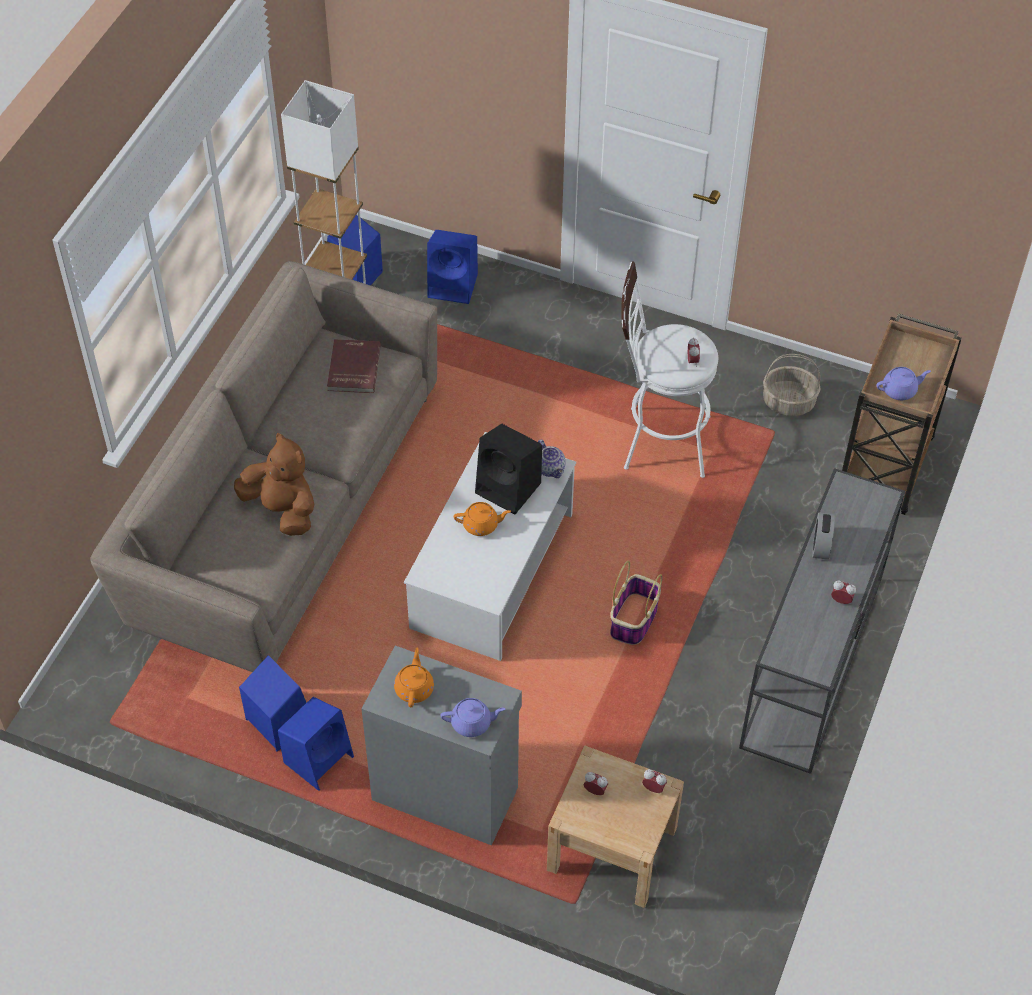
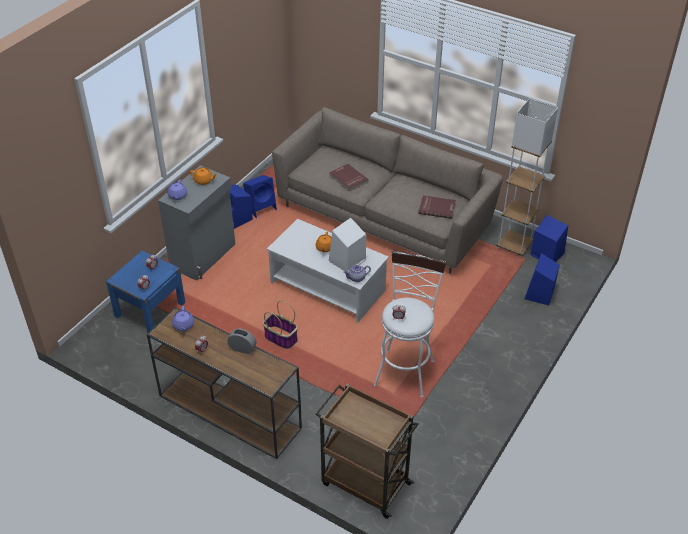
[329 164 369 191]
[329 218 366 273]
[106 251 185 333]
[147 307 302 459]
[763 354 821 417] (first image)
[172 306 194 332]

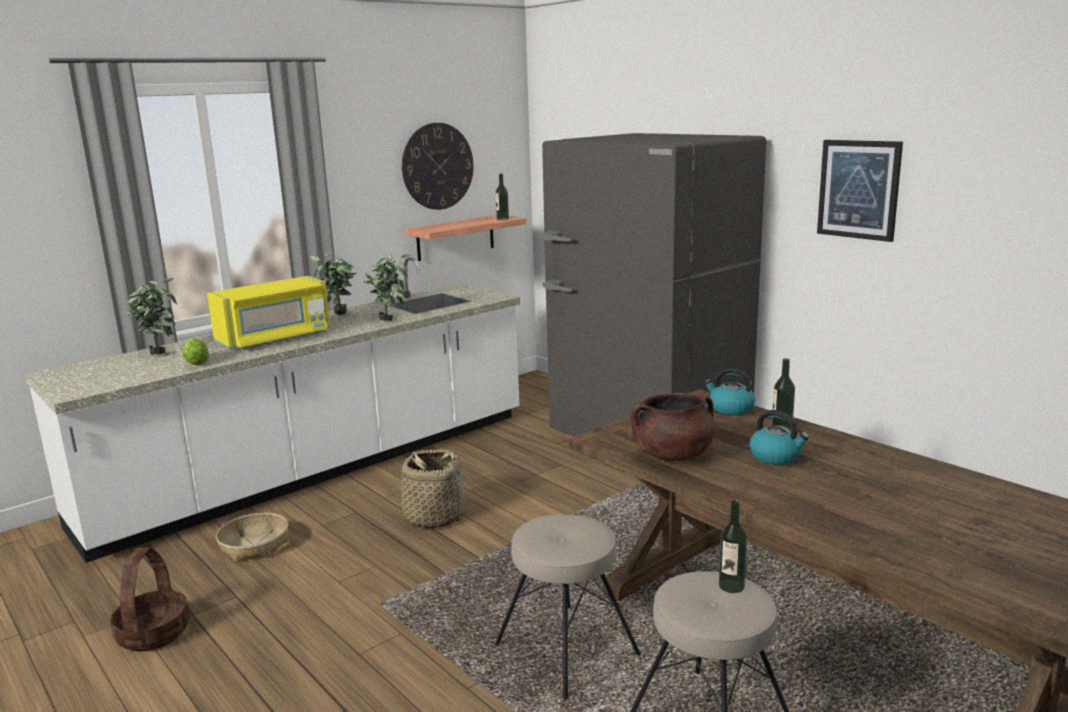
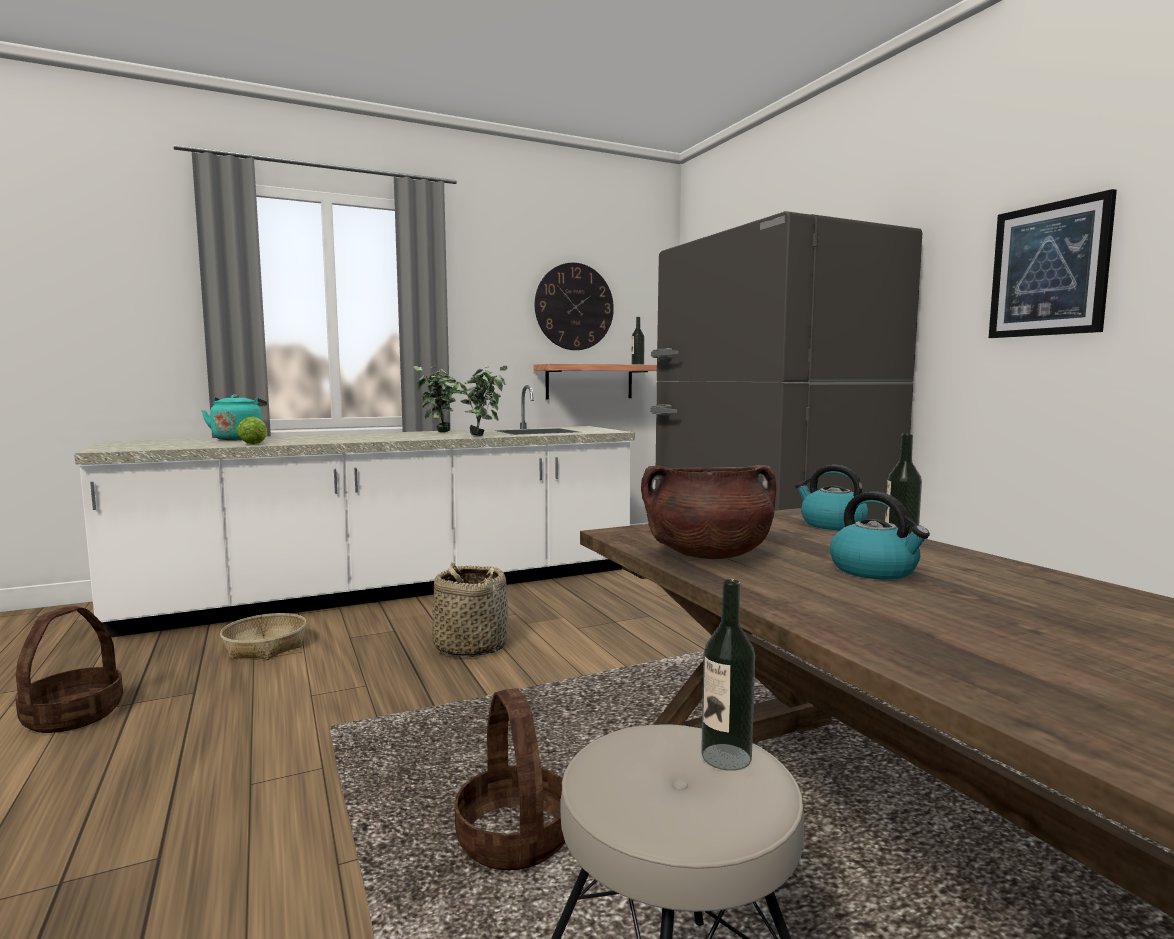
[201 394 267 440]
[207 276 330 349] (first image)
[455 688 565 870]

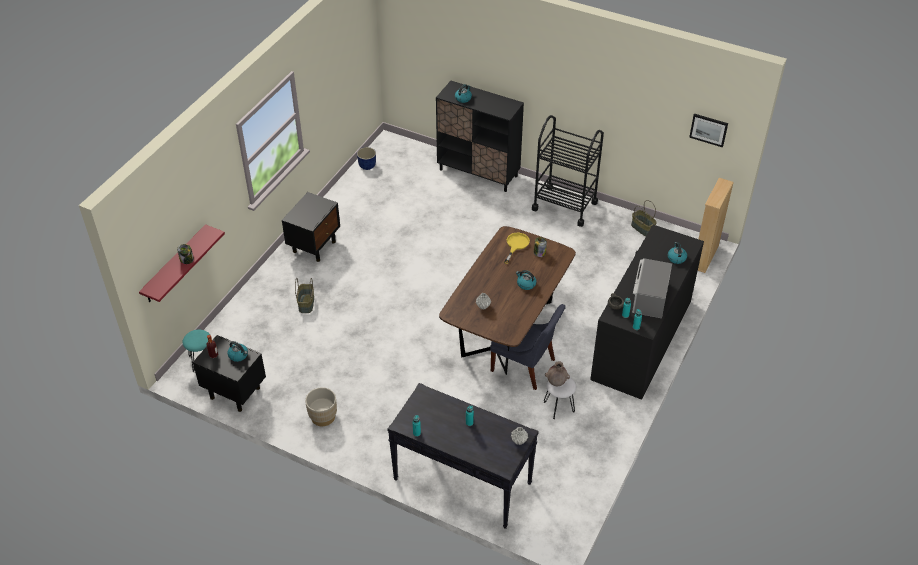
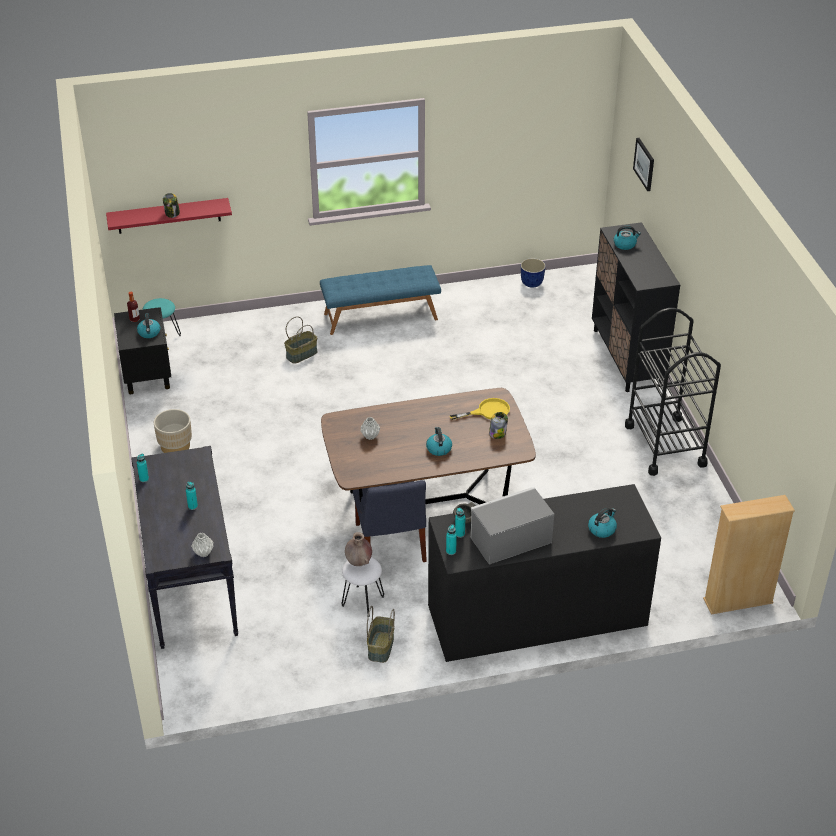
[320 265 441 335]
[367 606 395 663]
[633 138 654 191]

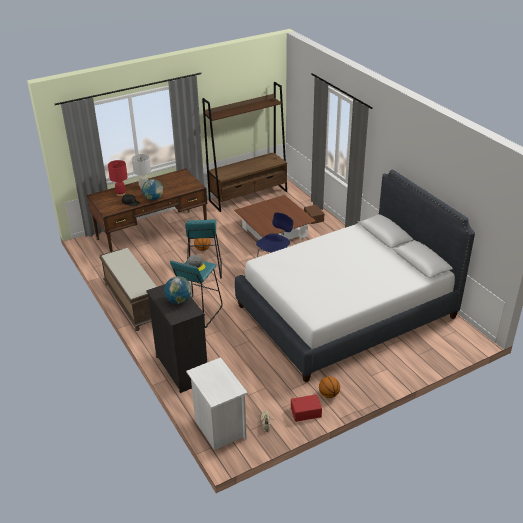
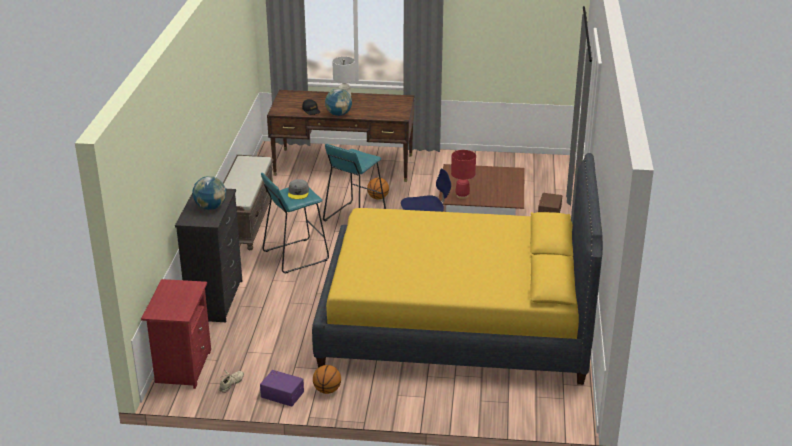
[451 150 476 199]
[141 279 211 389]
[202 82 287 212] (first image)
[312 153 603 385]
[260 370 304 407]

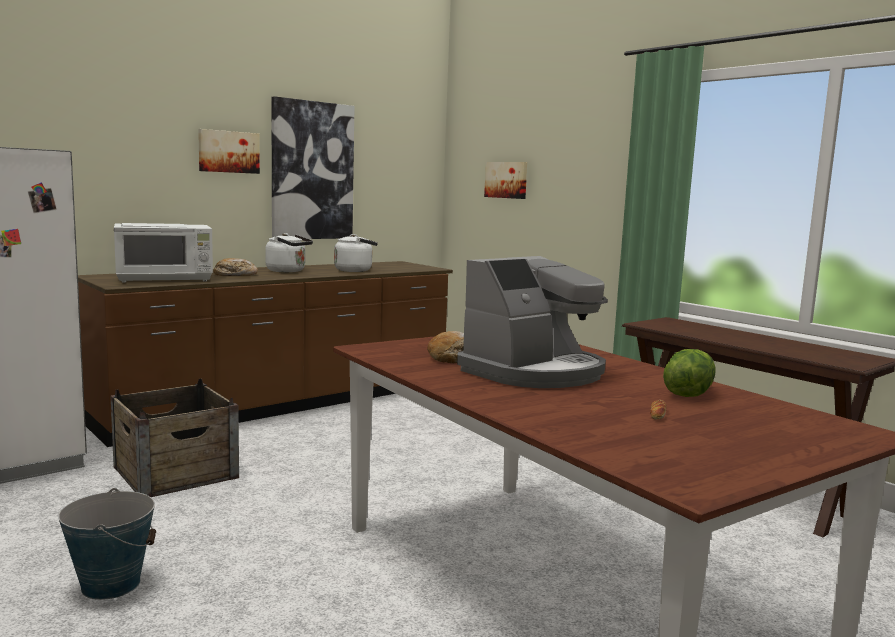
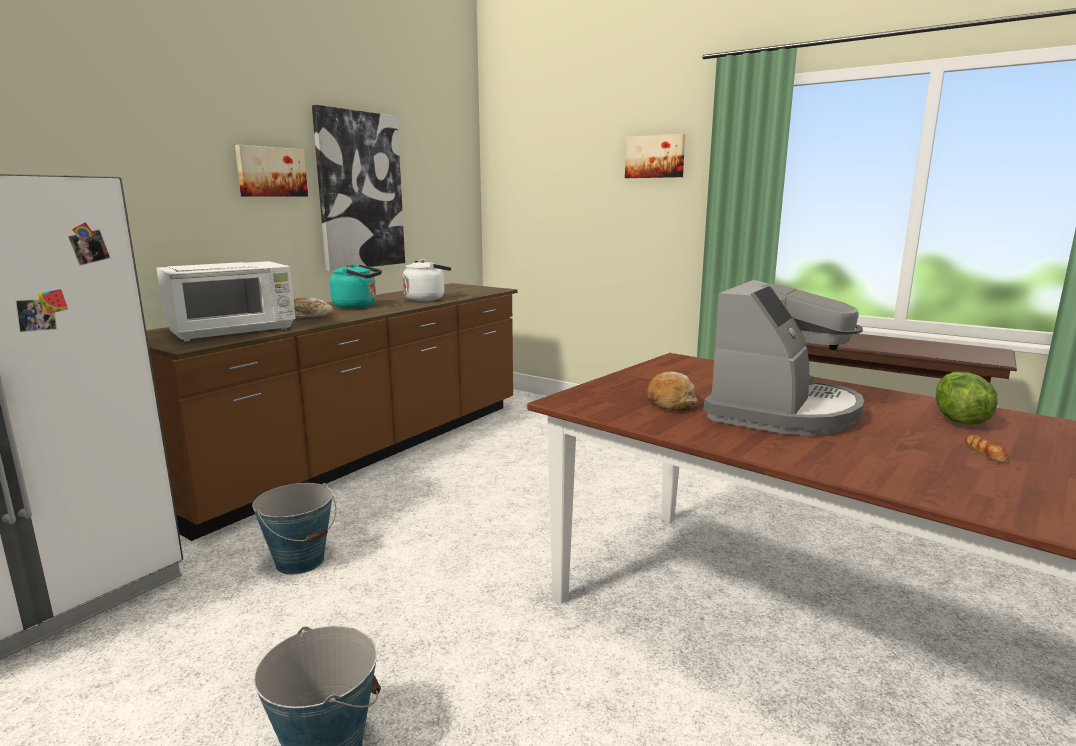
[252 483 336 575]
[330 264 382 309]
[625 134 685 178]

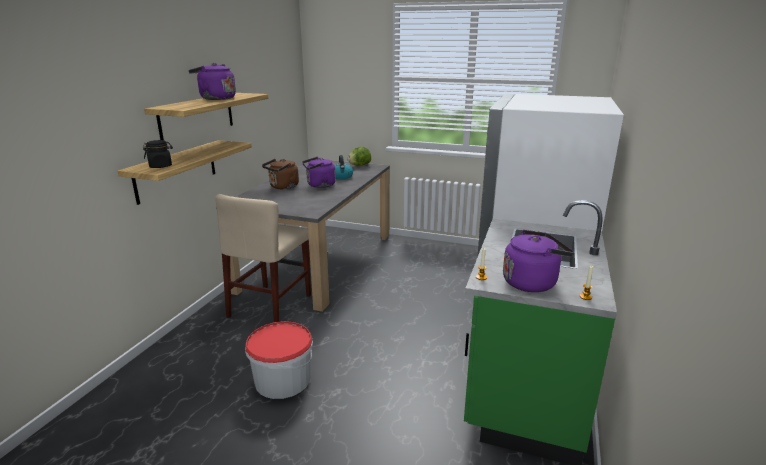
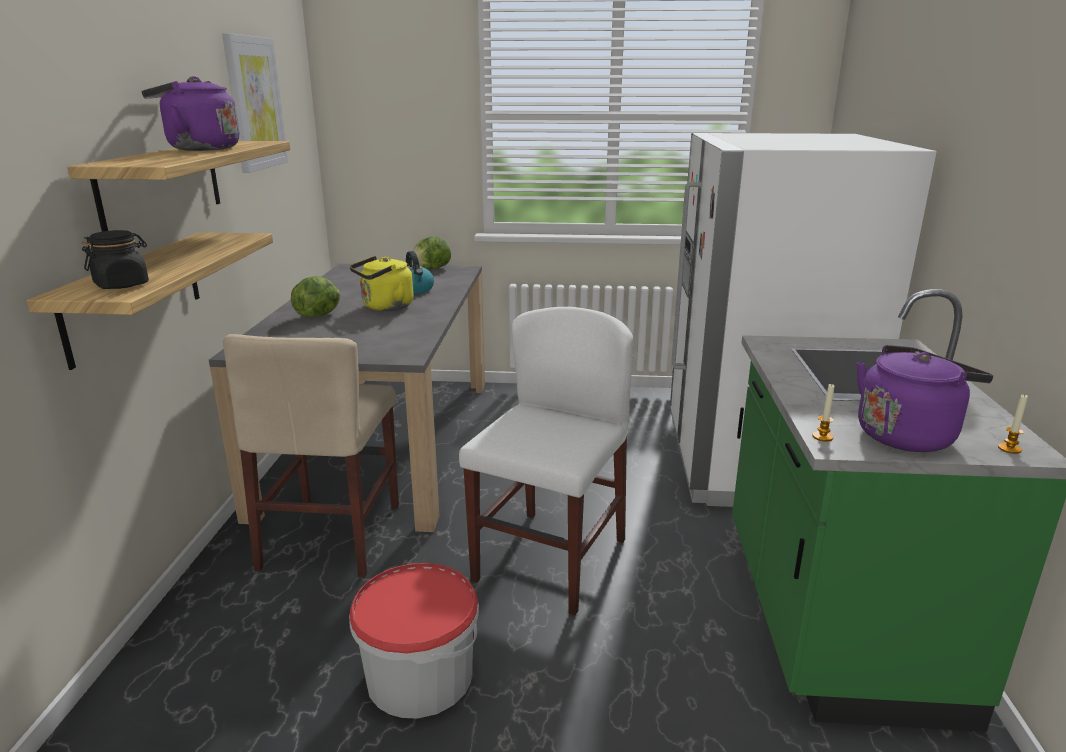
[291 277 340 317]
[350 256 414 311]
[222 33 288 173]
[459 307 633 615]

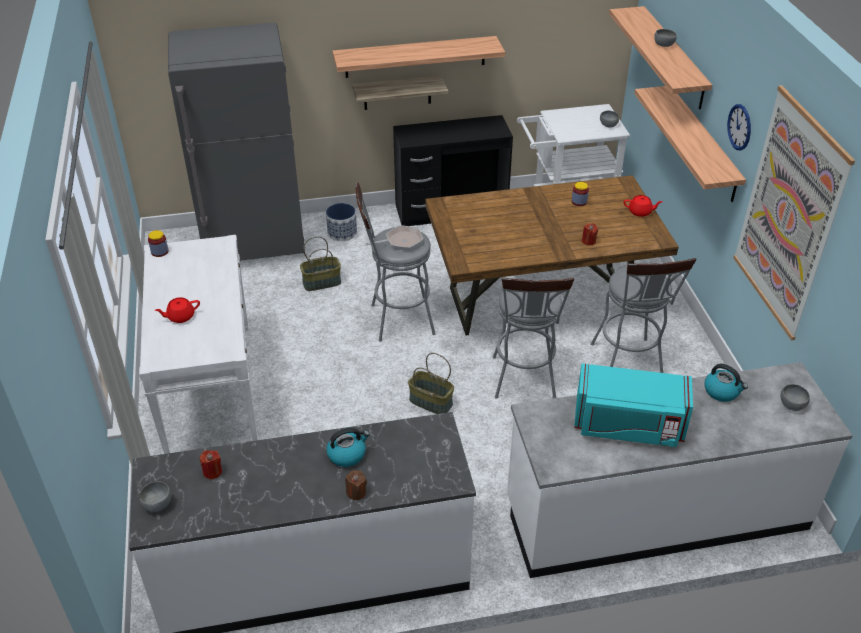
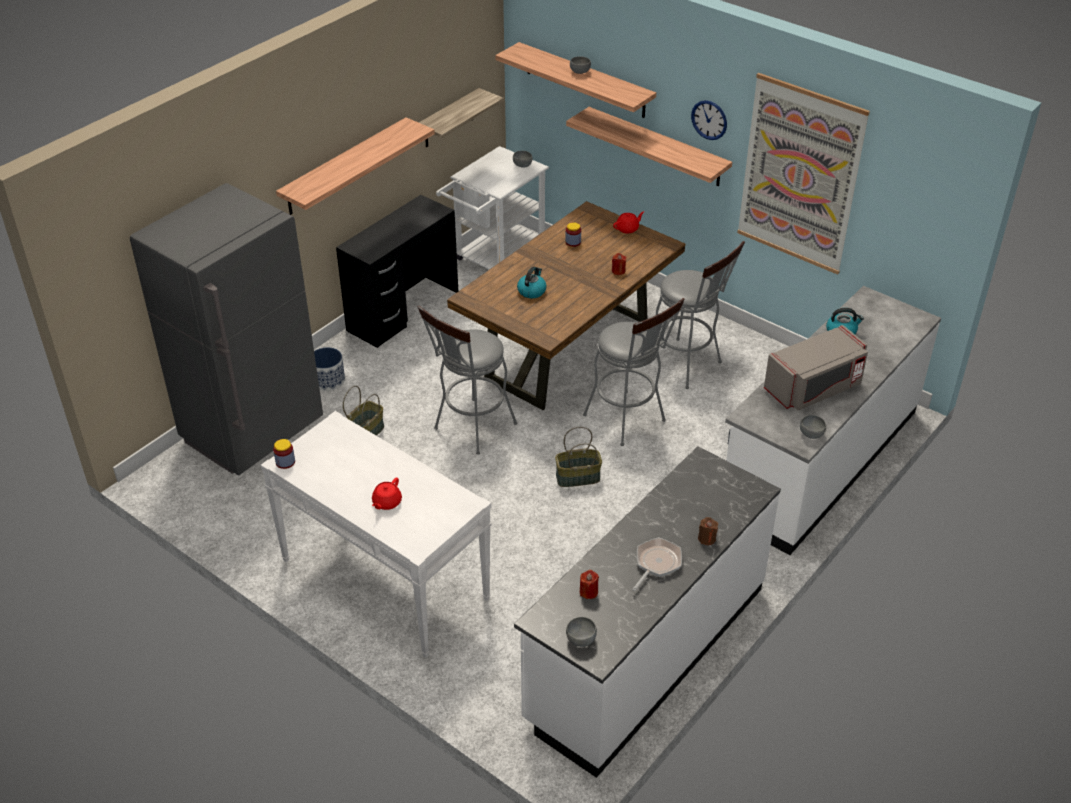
[517 266 547 298]
[419 88 504 147]
[632 537 682 591]
[764 325 868 410]
[800 415 826 439]

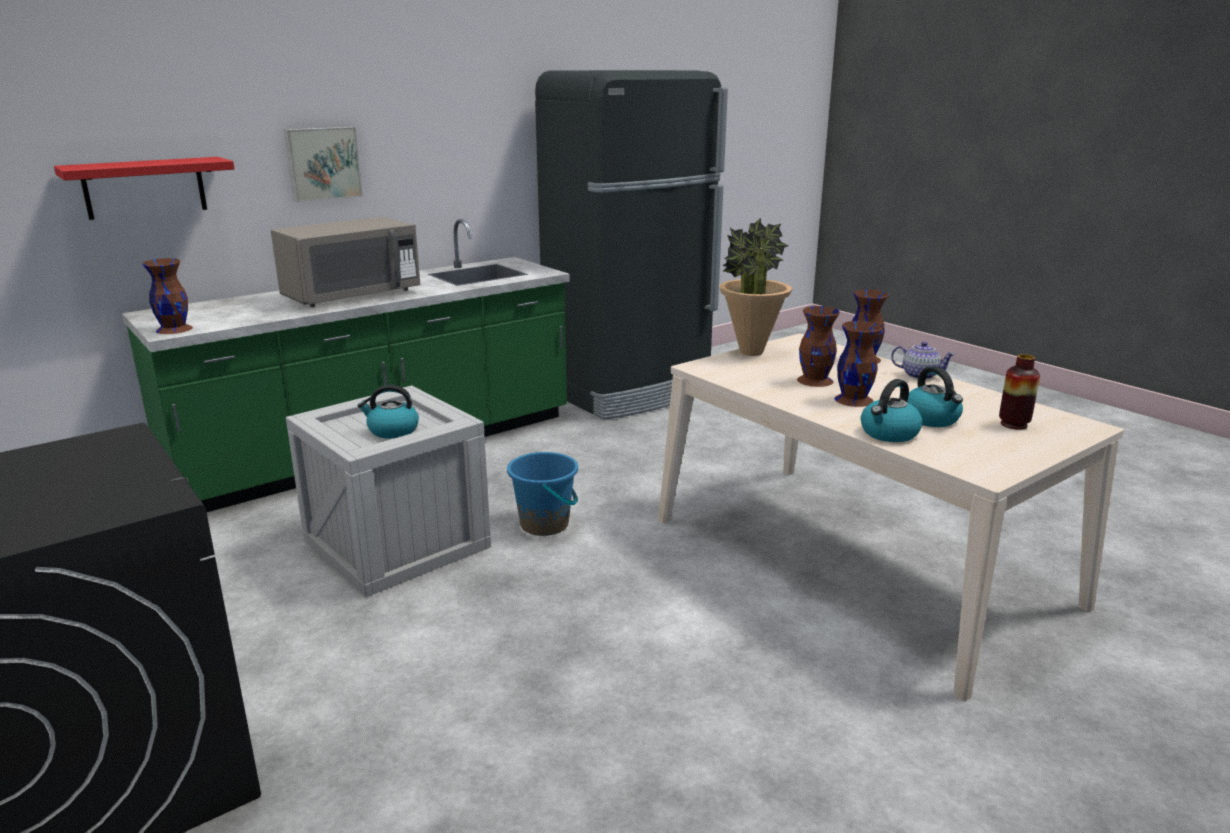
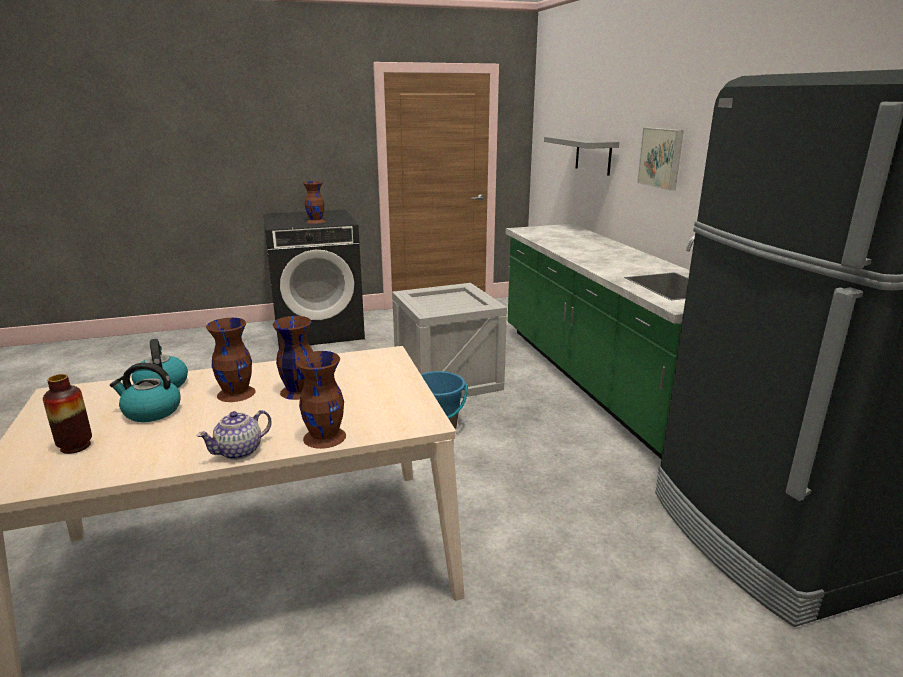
[544 136 619 176]
[303 181 326 224]
[271 217 420 307] (first image)
[358 385 419 439] (first image)
[719 218 792 356] (first image)

